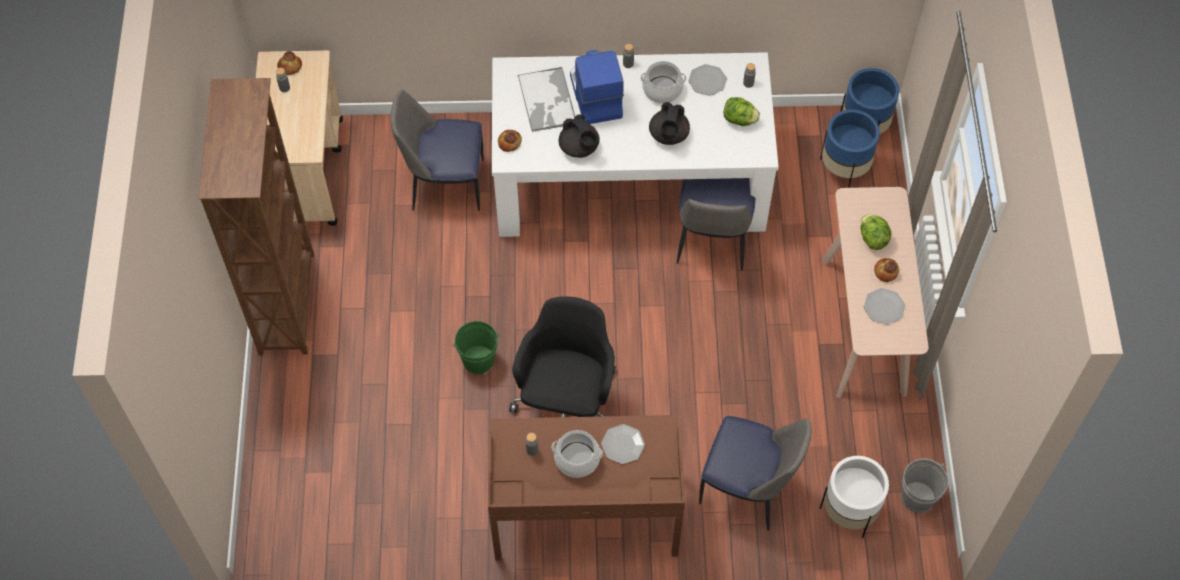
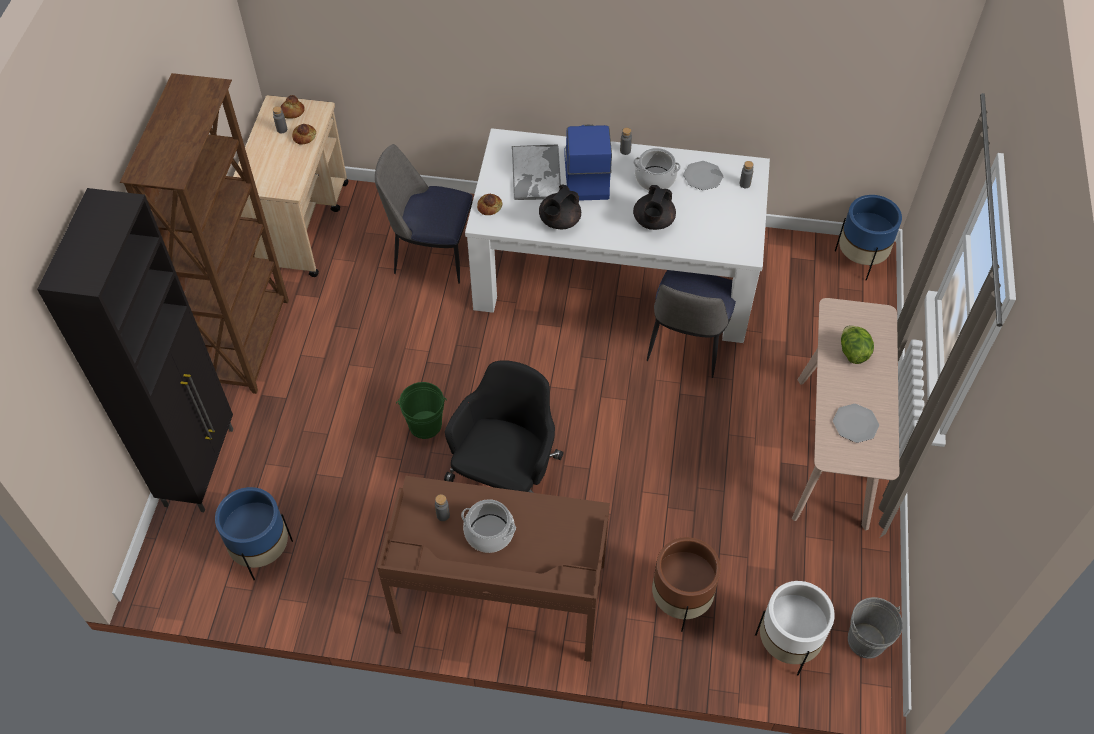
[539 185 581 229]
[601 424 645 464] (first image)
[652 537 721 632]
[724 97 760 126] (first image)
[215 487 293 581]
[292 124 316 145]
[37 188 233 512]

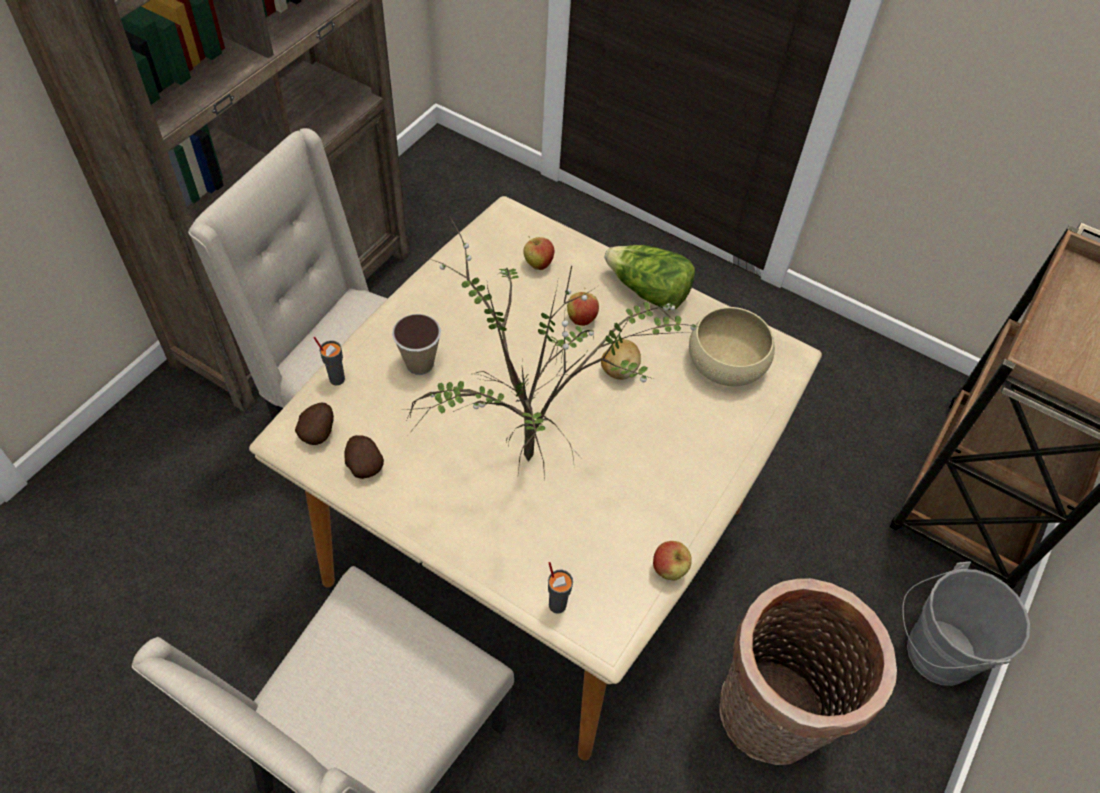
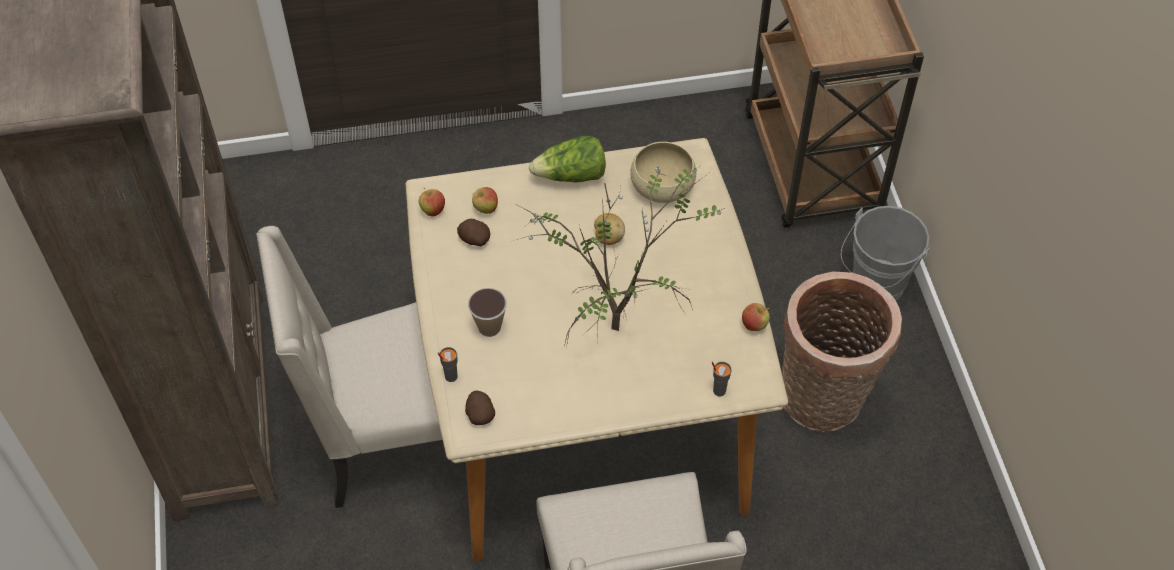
[457 219 490 246]
[419 188 445 217]

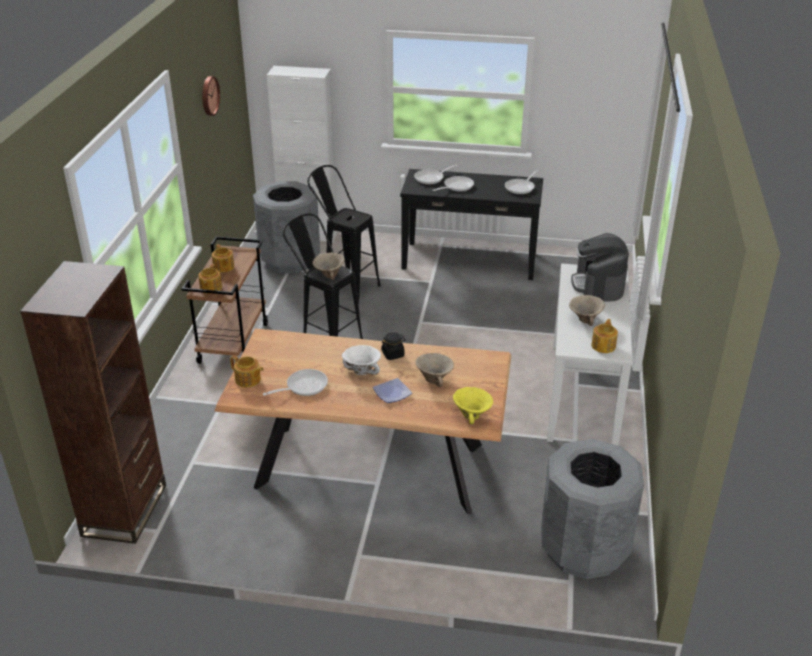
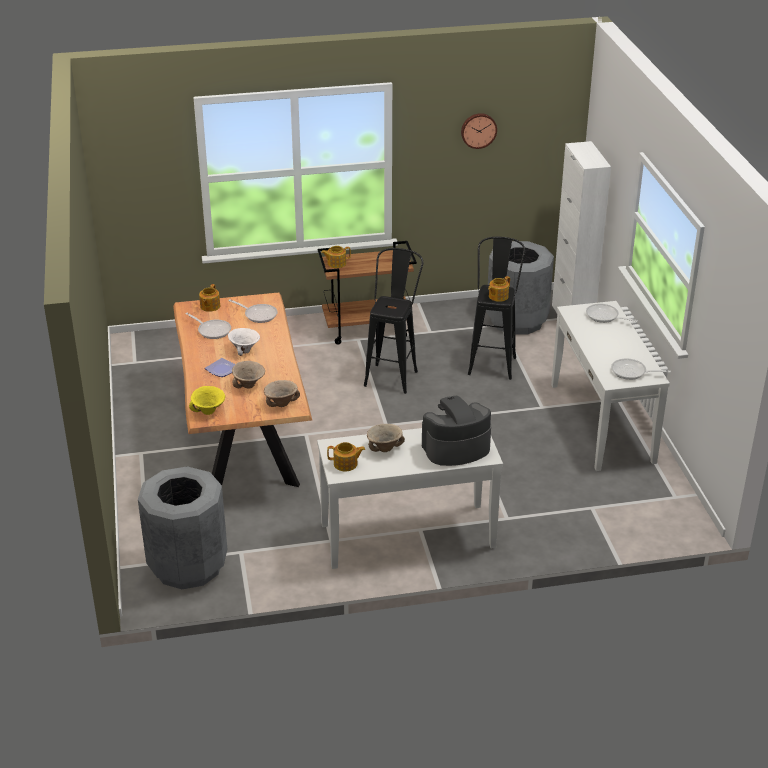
[20 261 166 544] (first image)
[488 276 510 302]
[264 380 300 407]
[381 332 406 360] (first image)
[551 301 670 471]
[228 299 278 323]

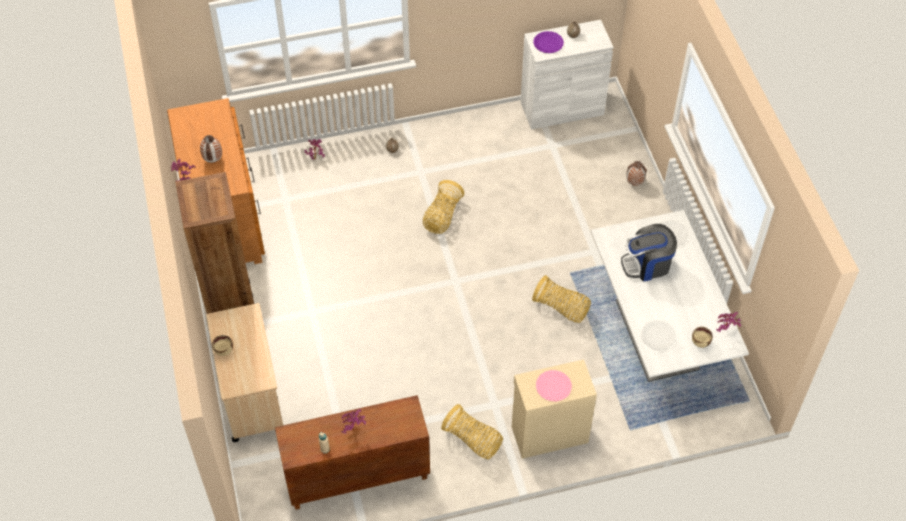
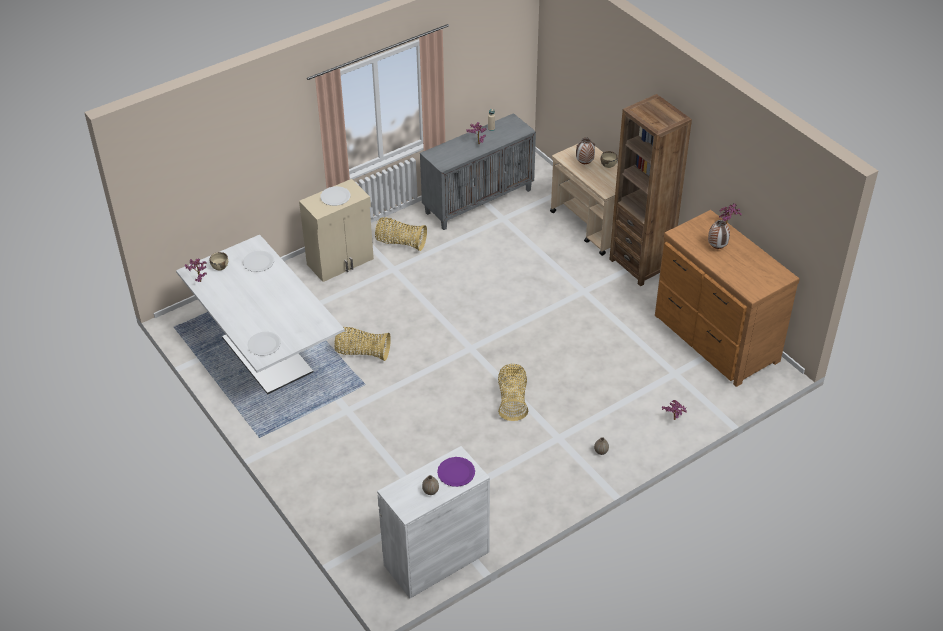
[420 113 536 230]
[320 186 351 206]
[621 224 677 281] (first image)
[576 138 595 164]

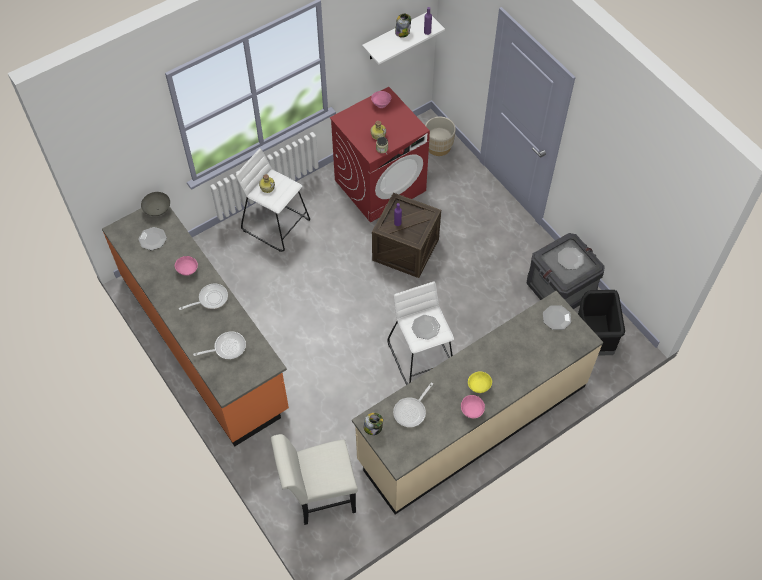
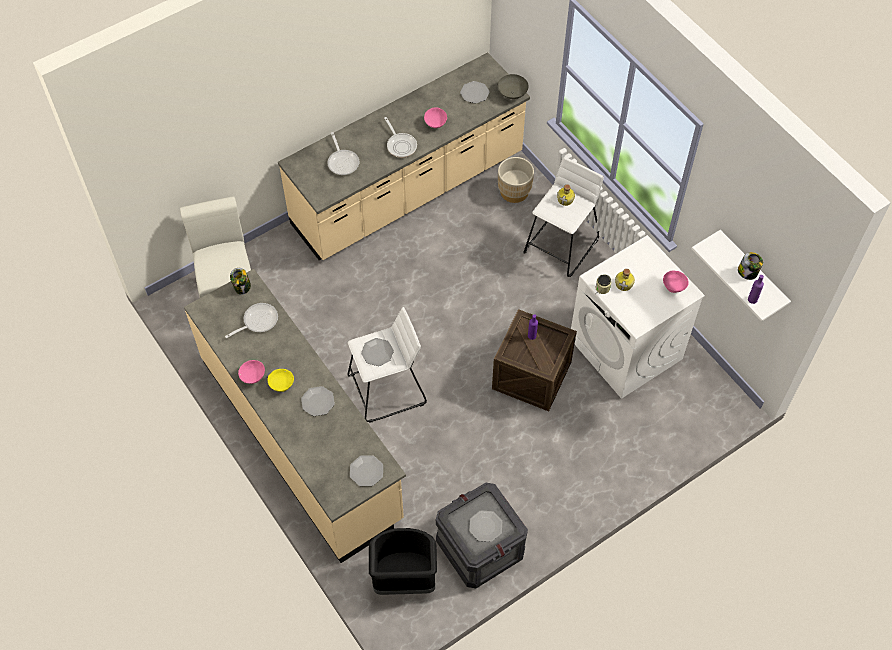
[278 52 530 260]
[571 235 705 399]
[225 303 278 338]
[498 157 534 203]
[301 386 335 416]

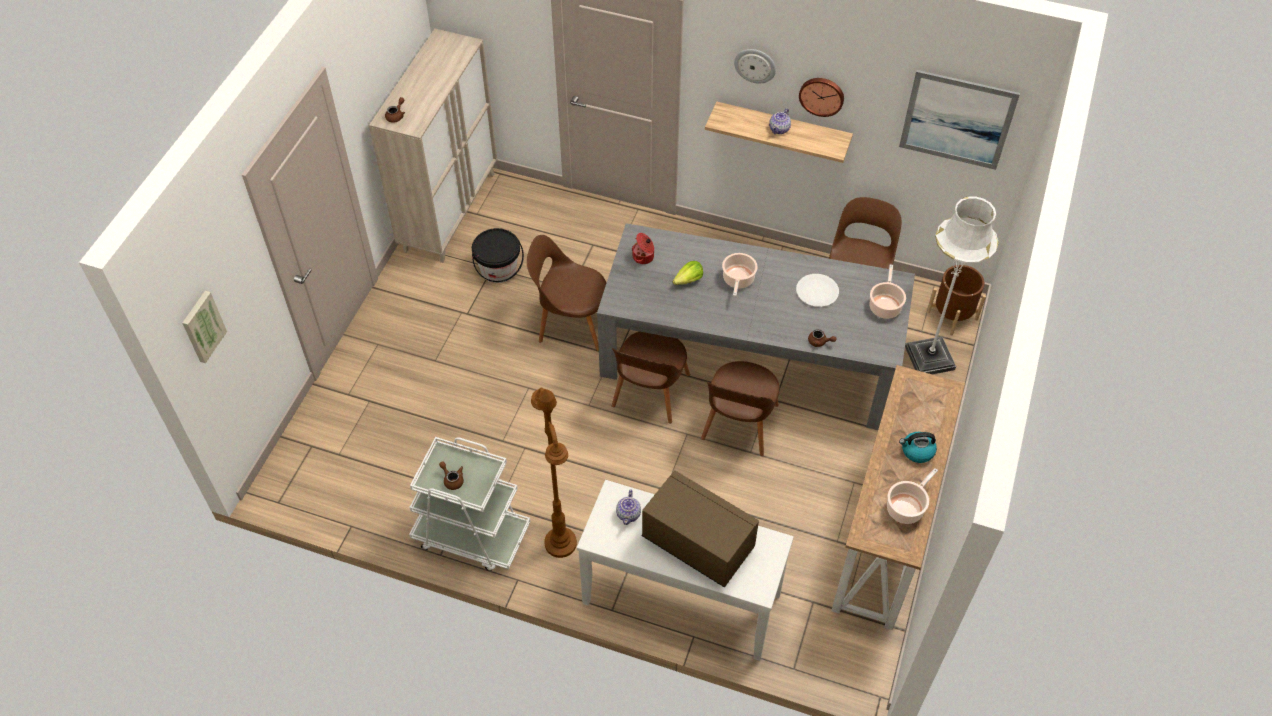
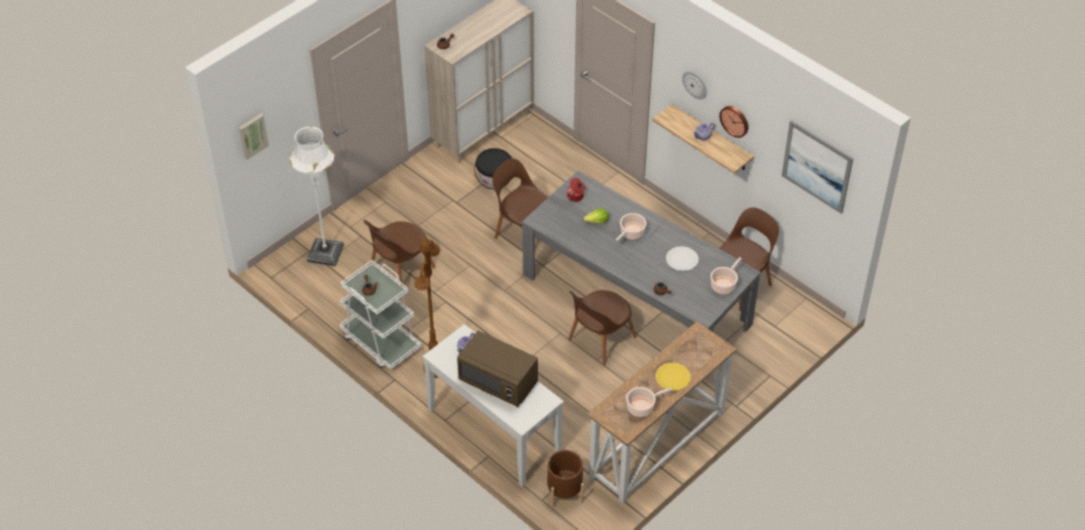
[363 220 436 283]
[457 330 538 407]
[655 363 691 391]
[290 126 344 267]
[546 450 584 508]

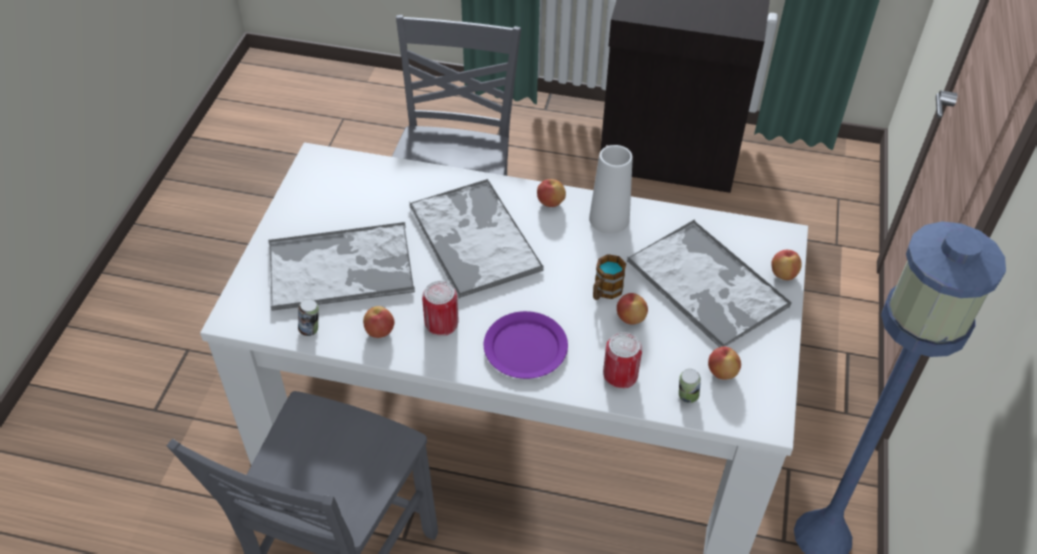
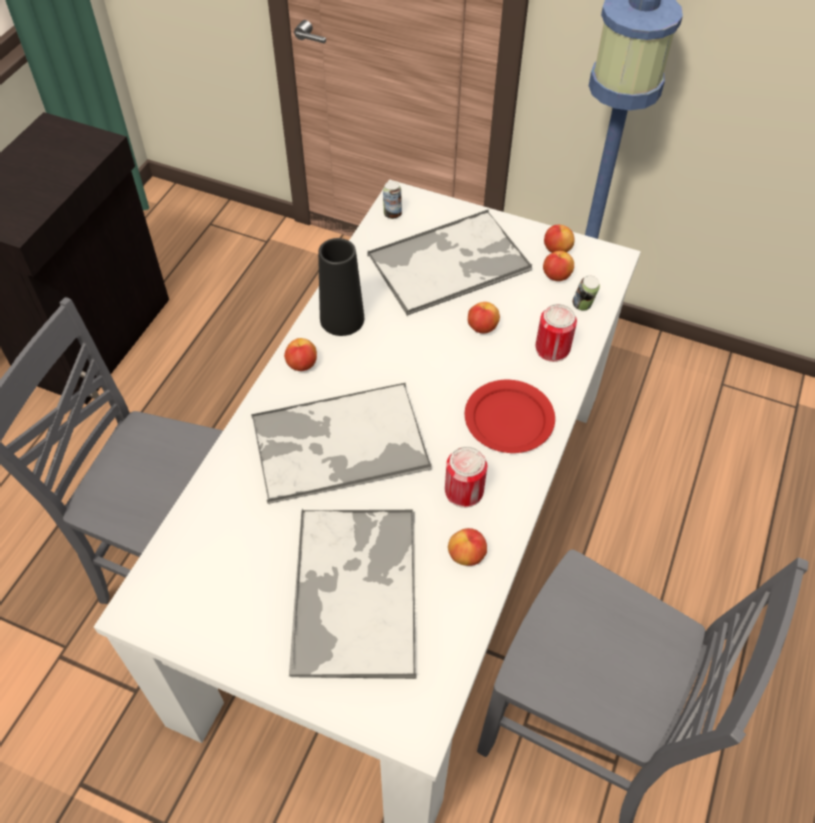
[383 182 402 219]
[465 380 555 453]
[318 238 364 336]
[593 254 626 300] (first image)
[544 225 575 253]

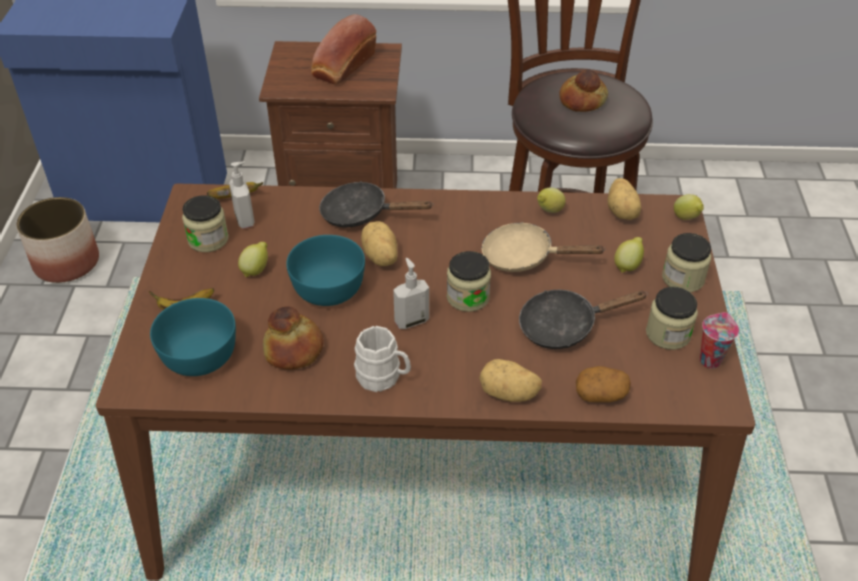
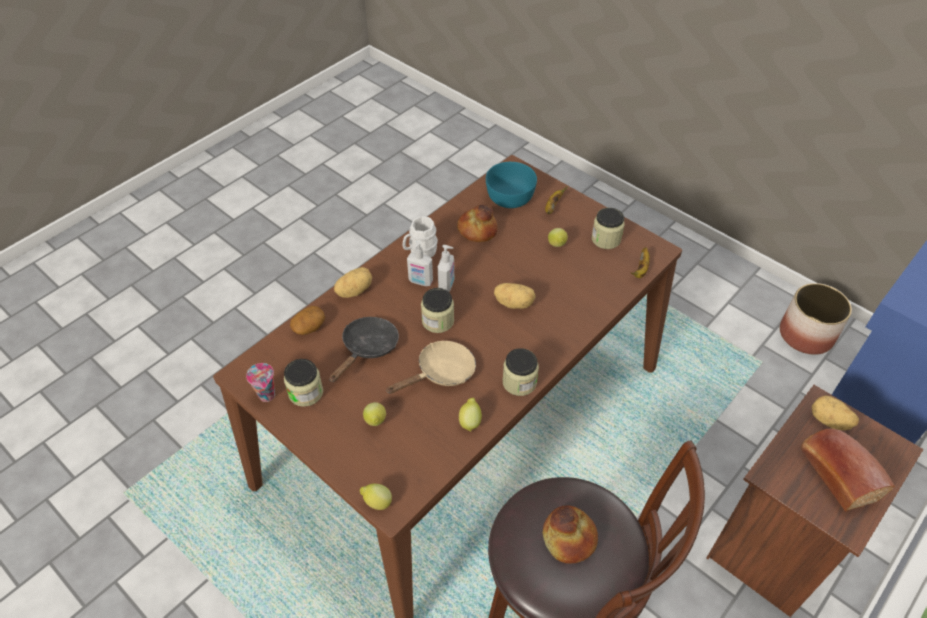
[407 240 433 286]
[286 235 365 306] (first image)
[319 181 433 228] (first image)
[812 396 859 430]
[502 348 539 396]

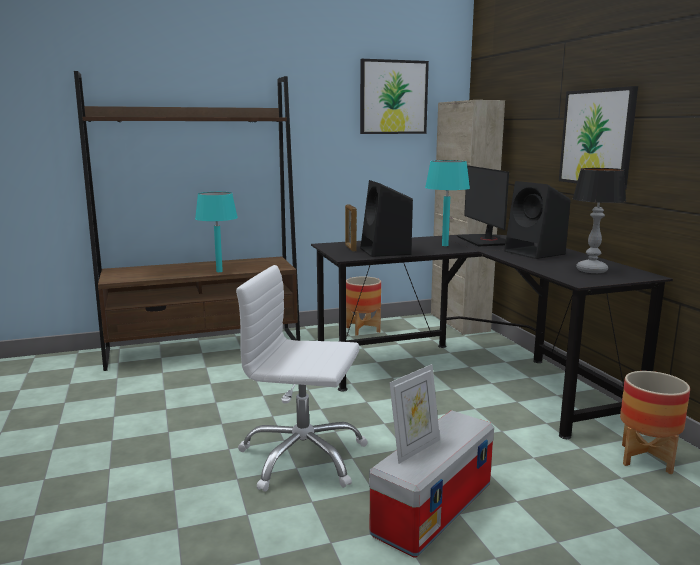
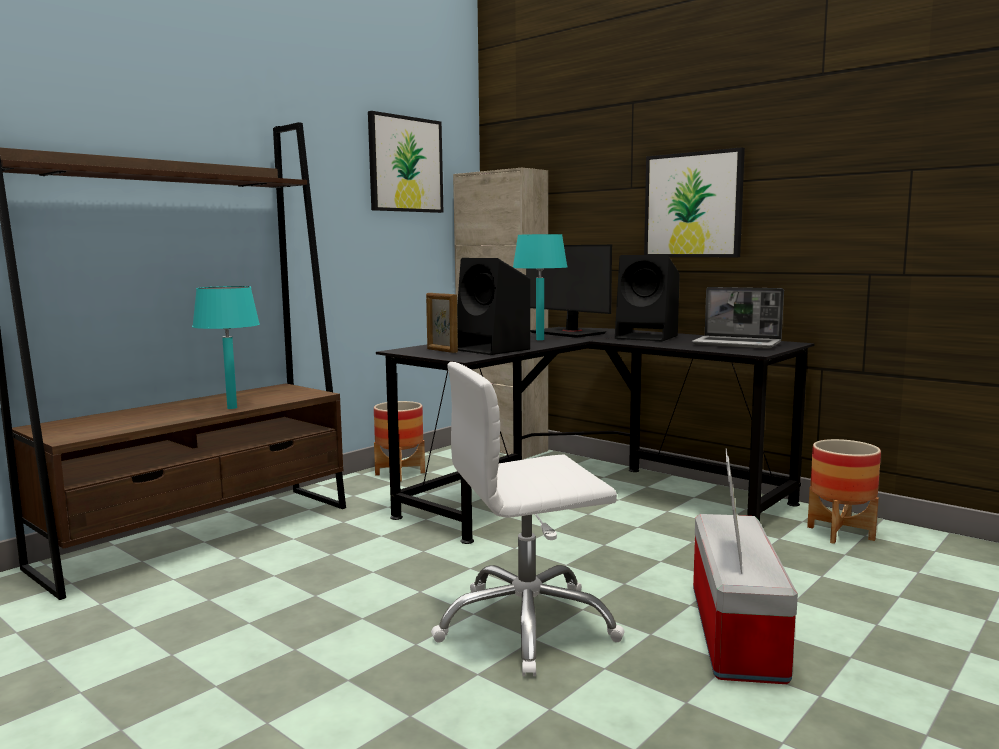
[691 287 784 349]

